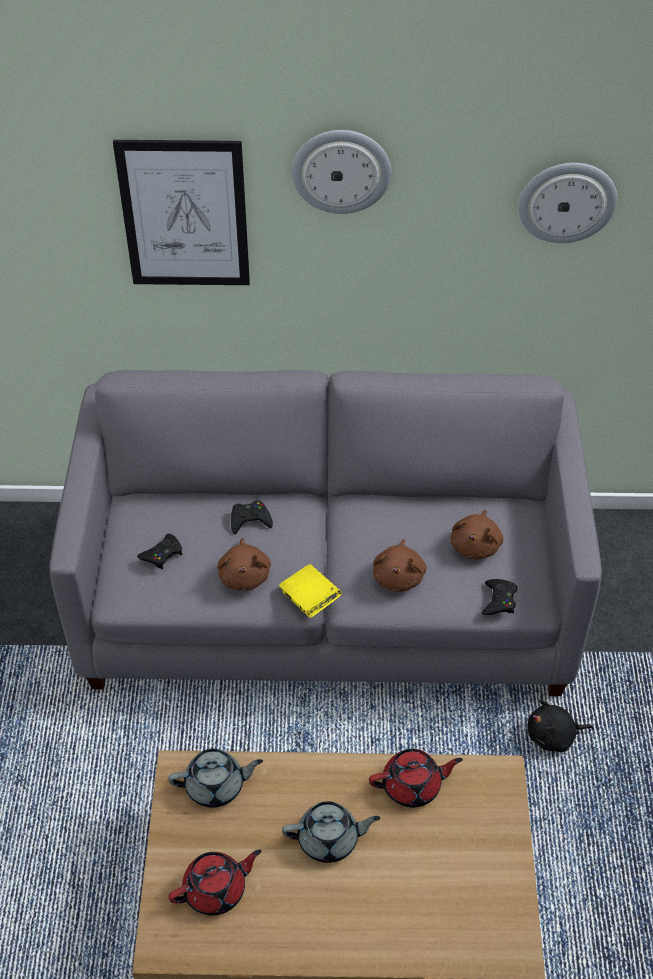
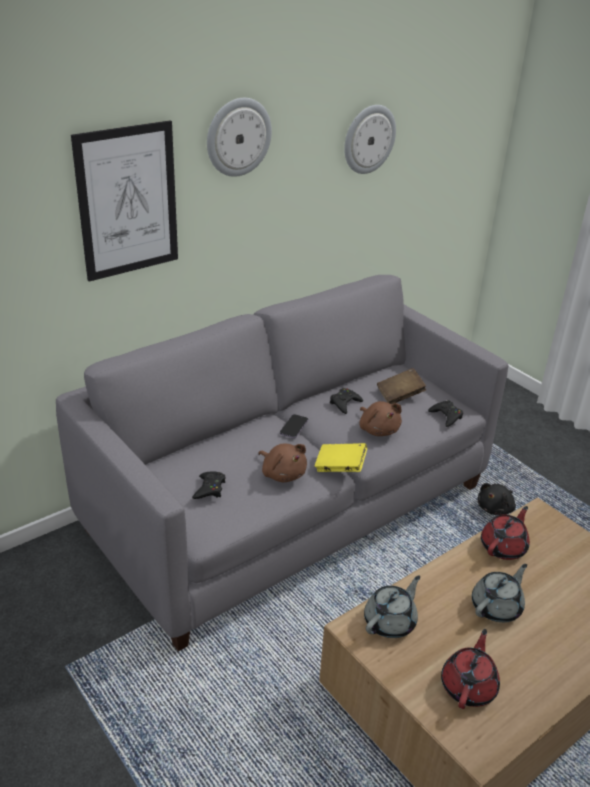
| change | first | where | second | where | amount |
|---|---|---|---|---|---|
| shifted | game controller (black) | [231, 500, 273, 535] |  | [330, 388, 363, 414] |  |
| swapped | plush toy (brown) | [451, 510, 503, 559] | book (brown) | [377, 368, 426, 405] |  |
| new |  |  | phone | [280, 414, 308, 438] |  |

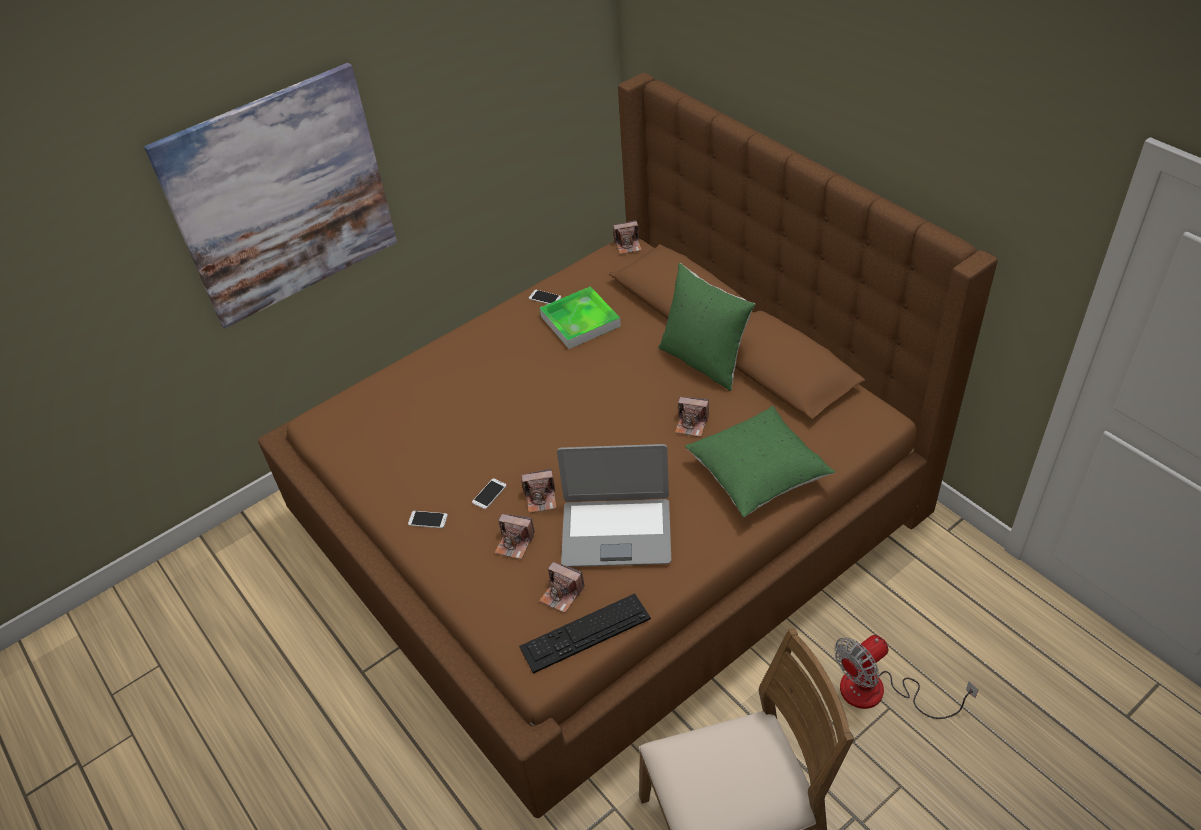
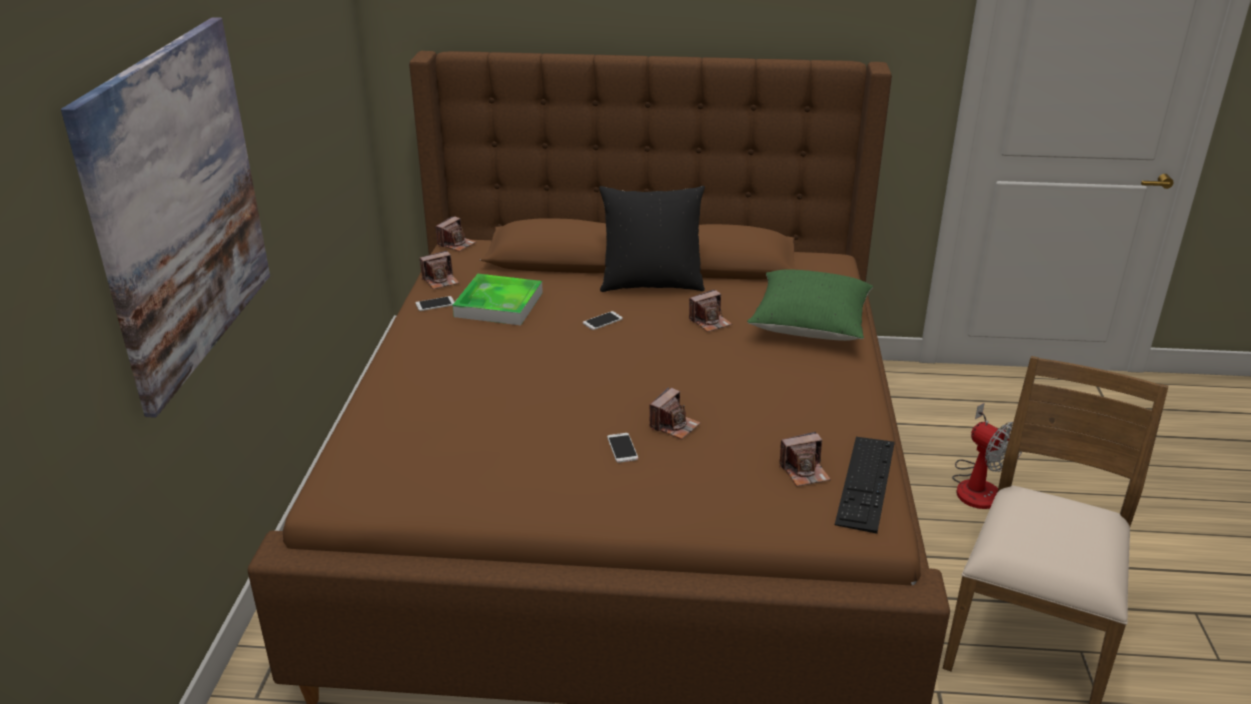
| change | first | where | second | where | amount |
|---|---|---|---|---|---|
| shifted | phone | [408, 511, 448, 528] |  | [583, 311, 623, 330] |  |
| shifted | photo camera | [494, 514, 535, 560] |  | [420, 251, 459, 289] |  |
| gone | laptop | [557, 444, 671, 567] |  |  |  |
| repainted | pillow (green) | [659, 263, 755, 391] | pillow (black) | [599, 186, 705, 292] |  |
| rotated | fan | [834, 635, 979, 719] |  | [952, 403, 1022, 509] | 45 degrees counterclockwise |

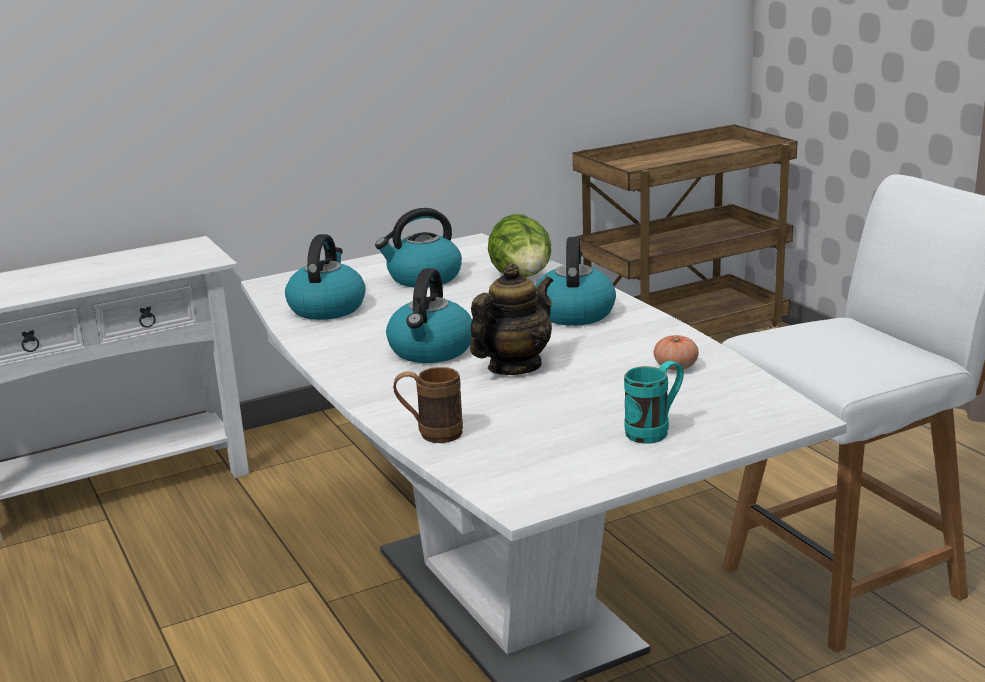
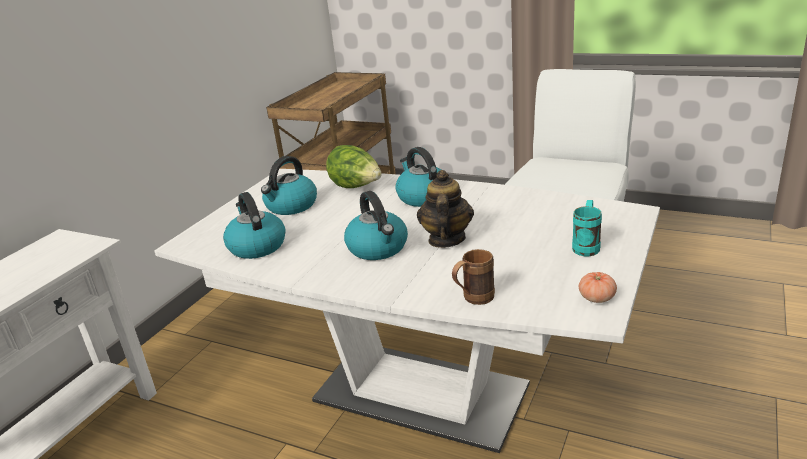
| change | first | where | second | where | amount |
|---|---|---|---|---|---|
| shifted | tomato | [654, 335, 699, 371] |  | [579, 272, 617, 303] |  |

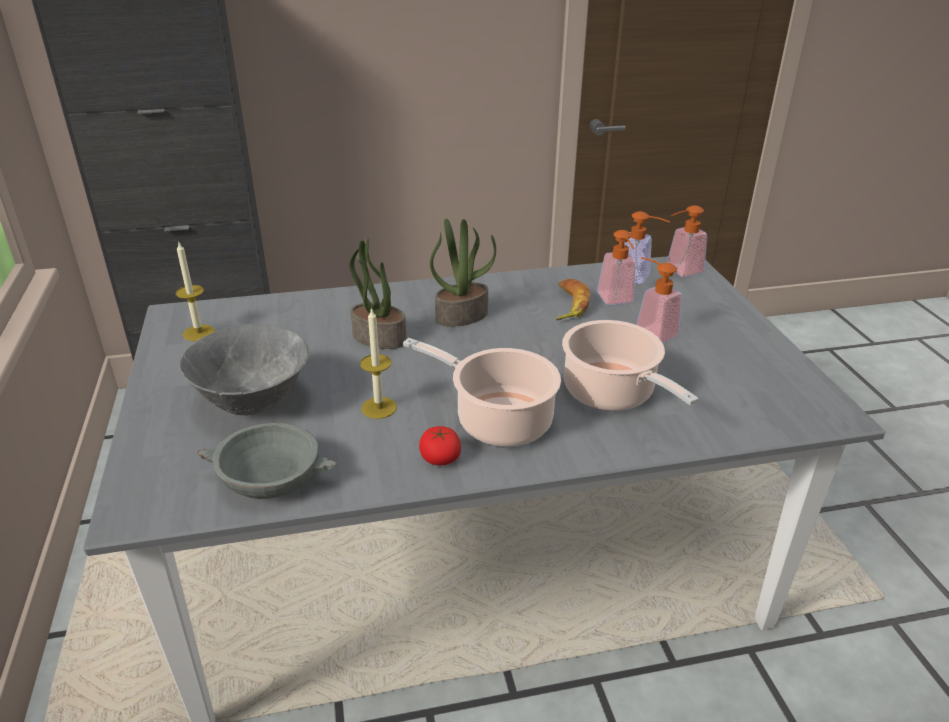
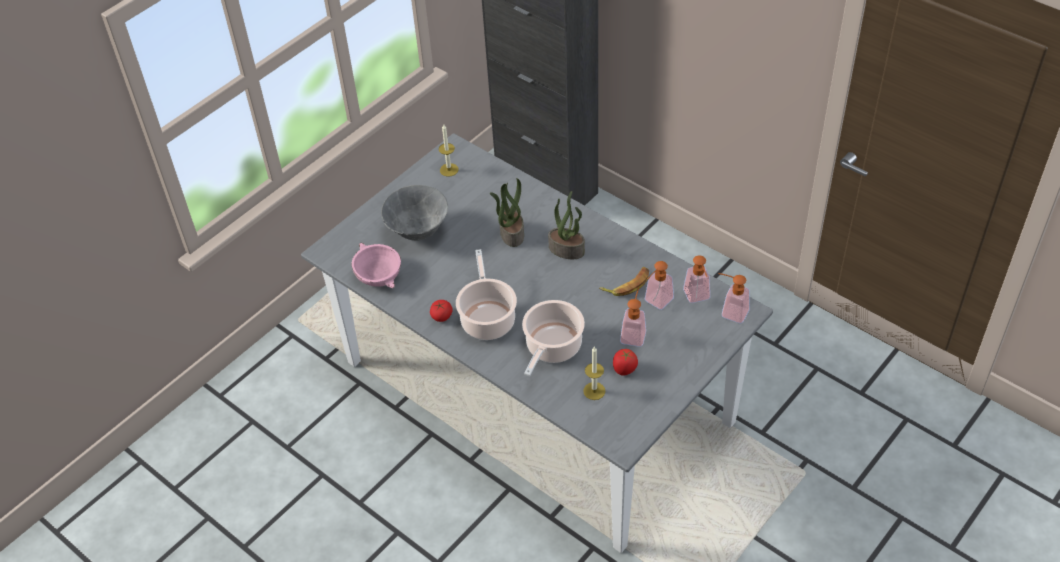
| change | first | where | second | where | amount |
|---|---|---|---|---|---|
| repainted | bowl (grey) | [197, 423, 337, 499] | bowl (pink) | [352, 243, 401, 288] |  |
| shifted | candle | [360, 307, 397, 419] |  | [583, 346, 606, 400] |  |
| new |  |  | tomato | [613, 349, 638, 376] |  |

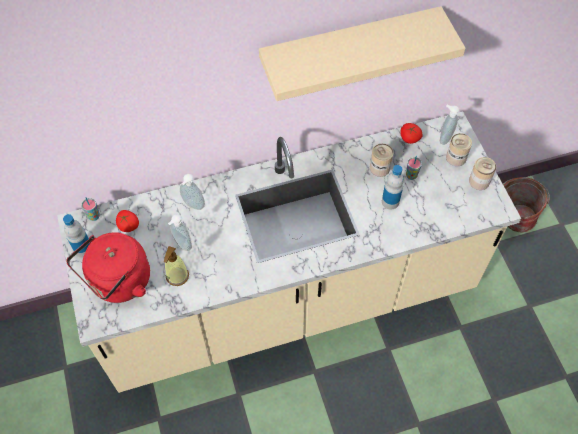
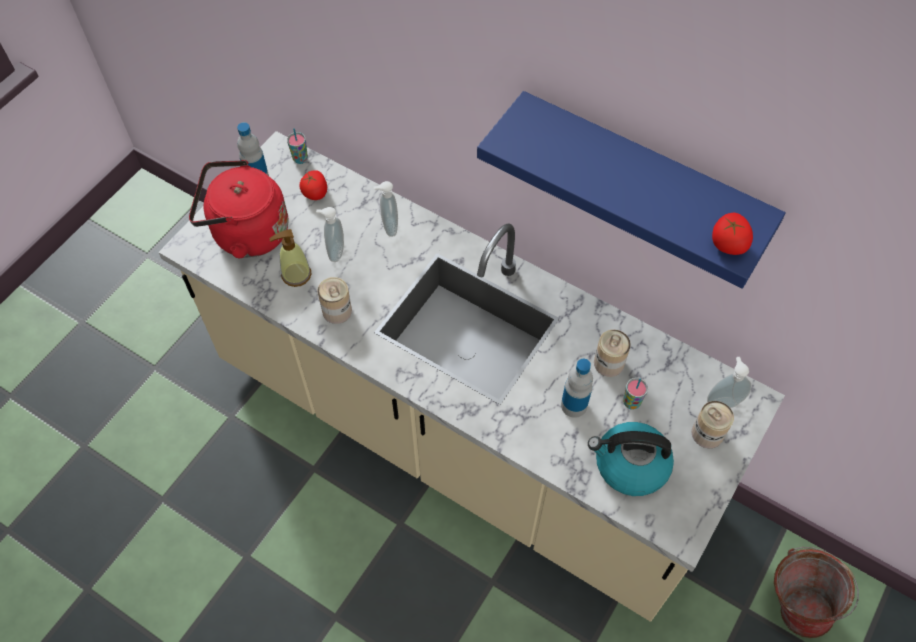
| change | first | where | second | where | amount |
|---|---|---|---|---|---|
| repainted | shelf (beige) | [259, 6, 466, 101] | shelf (blue) | [477, 91, 786, 289] |  |
| shifted | tomato | [400, 123, 423, 144] |  | [712, 213, 753, 255] |  |
| shifted | can | [469, 157, 496, 190] |  | [317, 277, 352, 324] |  |
| new |  |  | kettle | [588, 422, 674, 496] |  |

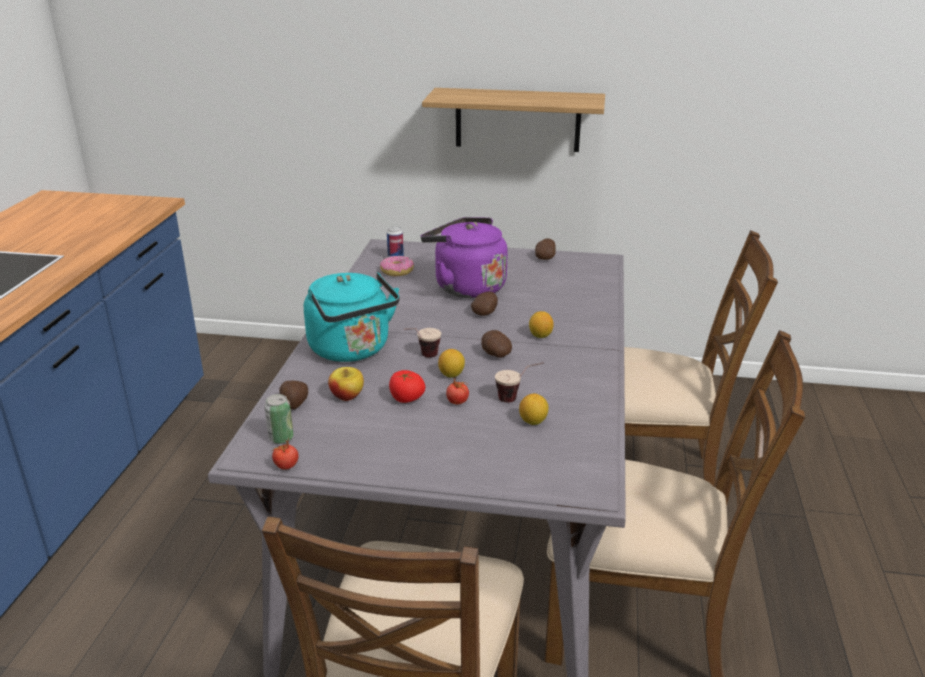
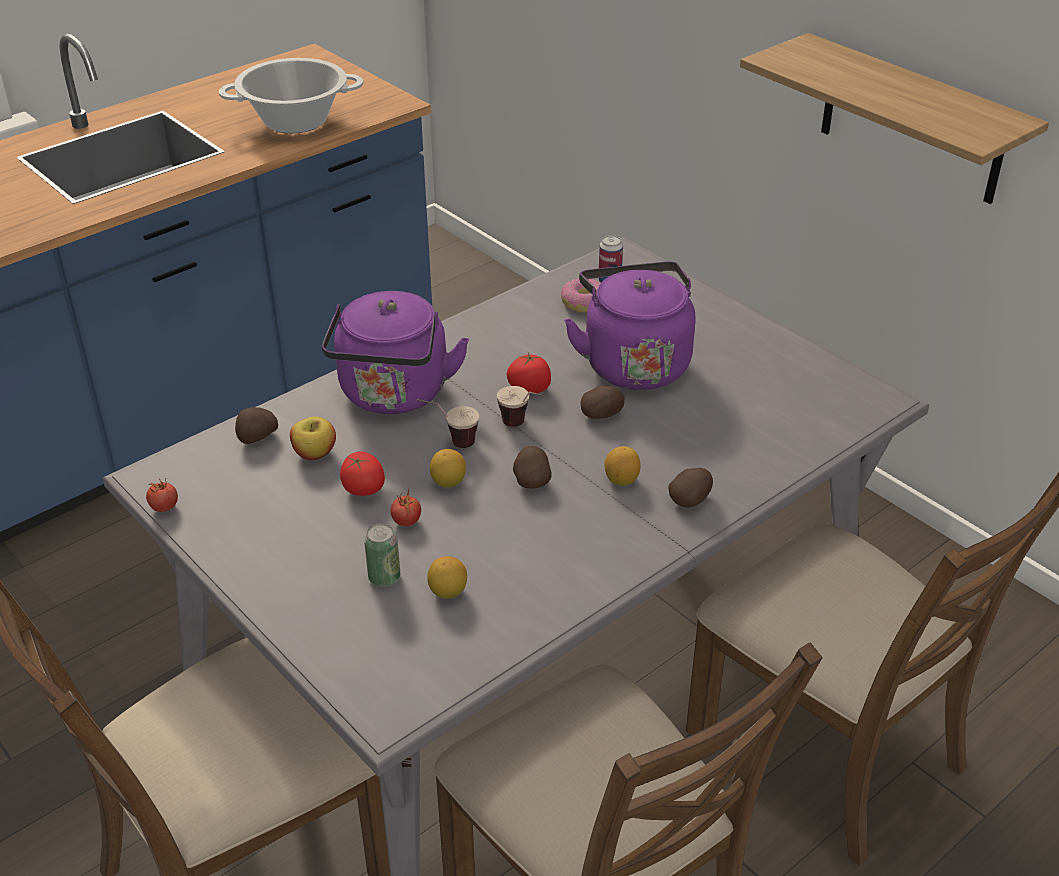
| change | first | where | second | where | amount |
|---|---|---|---|---|---|
| shifted | can | [264, 394, 293, 444] |  | [364, 523, 400, 587] |  |
| repainted | kettle (turquoise) | [304, 273, 400, 362] | kettle (purple) | [322, 291, 469, 414] |  |
| shifted | cup | [495, 362, 544, 403] |  | [497, 386, 544, 427] |  |
| shifted | potato | [535, 238, 556, 260] |  | [668, 468, 713, 507] |  |
| new |  |  | cooking pot | [219, 58, 364, 133] |  |
| new |  |  | tomato | [507, 352, 551, 393] |  |

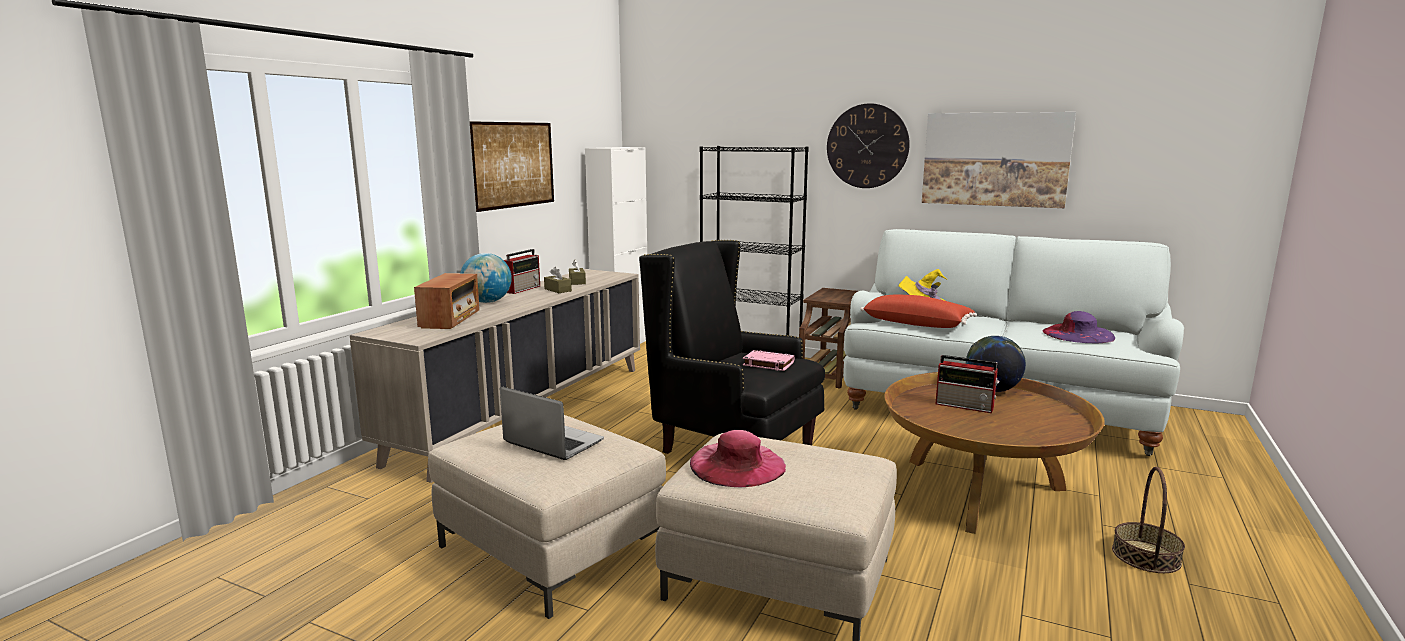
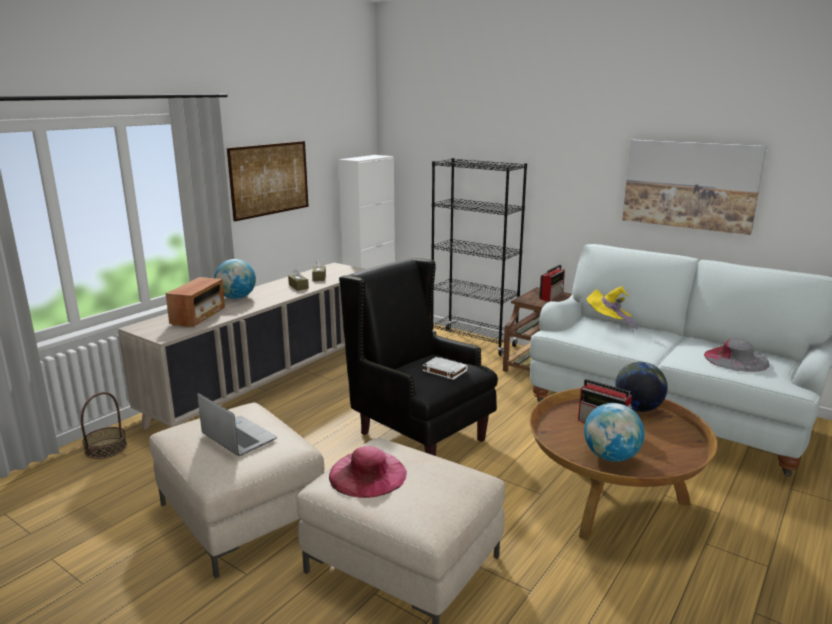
| change | first | where | second | where | amount |
|---|---|---|---|---|---|
| shifted | radio | [504, 249, 540, 294] |  | [539, 265, 565, 301] |  |
| repainted | book (pink) | [743, 350, 794, 371] | book (white) | [423, 357, 468, 380] |  |
| gone | wall clock | [827, 103, 910, 188] |  |  |  |
| gone | pillow (red) | [860, 295, 977, 328] |  |  |  |
| repainted | hat (purple) | [1043, 311, 1115, 343] | hat (grey) | [704, 338, 770, 372] |  |
| shifted | basket | [1112, 467, 1185, 573] |  | [81, 392, 127, 459] |  |
| new |  |  | globe | [584, 403, 645, 462] |  |

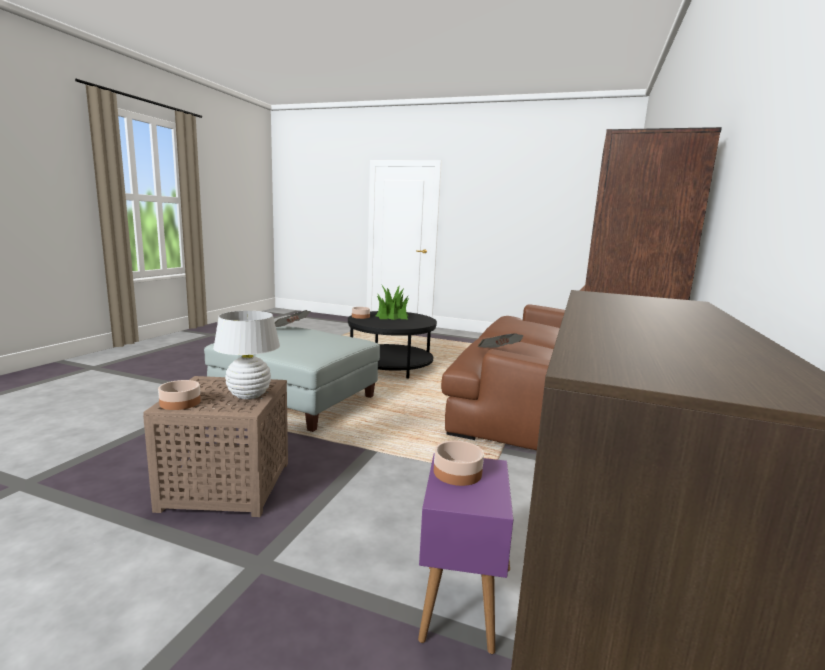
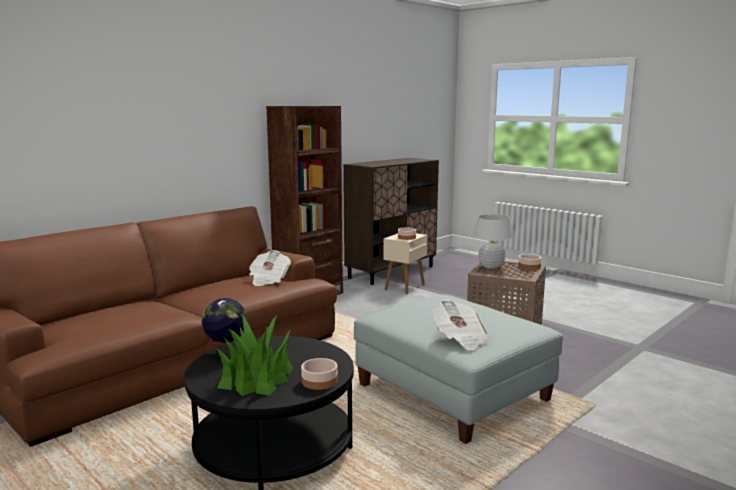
| change | first | where | second | where | amount |
|---|---|---|---|---|---|
| repainted | side table (purple) | [418, 453, 513, 654] | side table (beige) | [383, 233, 427, 294] |  |
| new |  |  | globe | [201, 298, 248, 357] |  |

